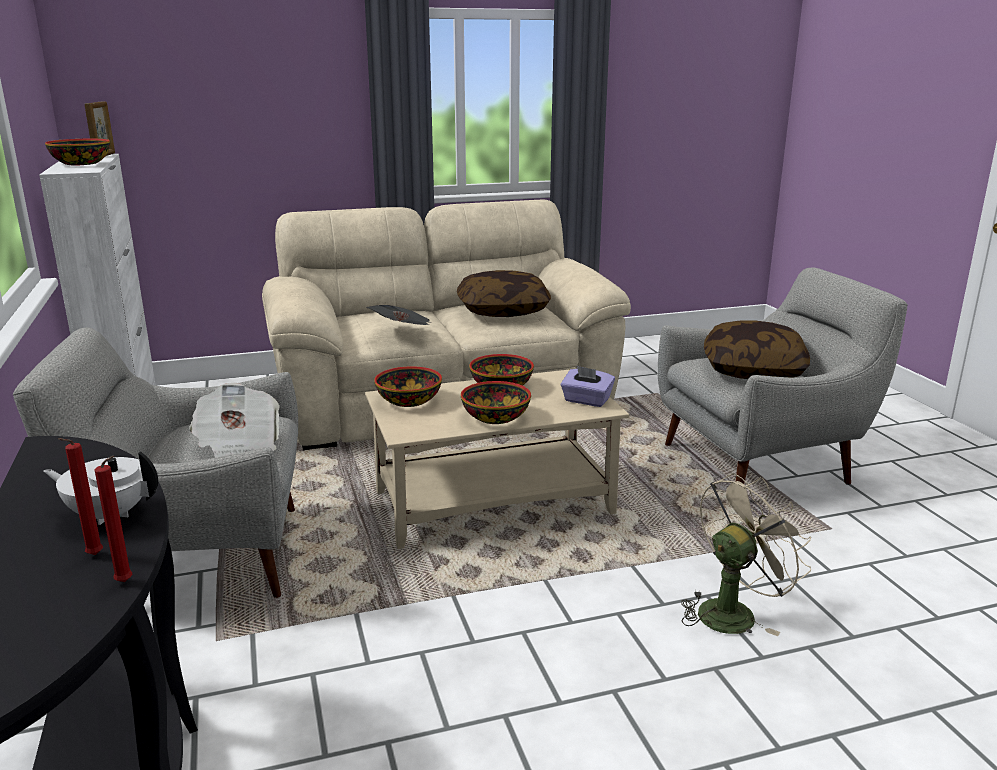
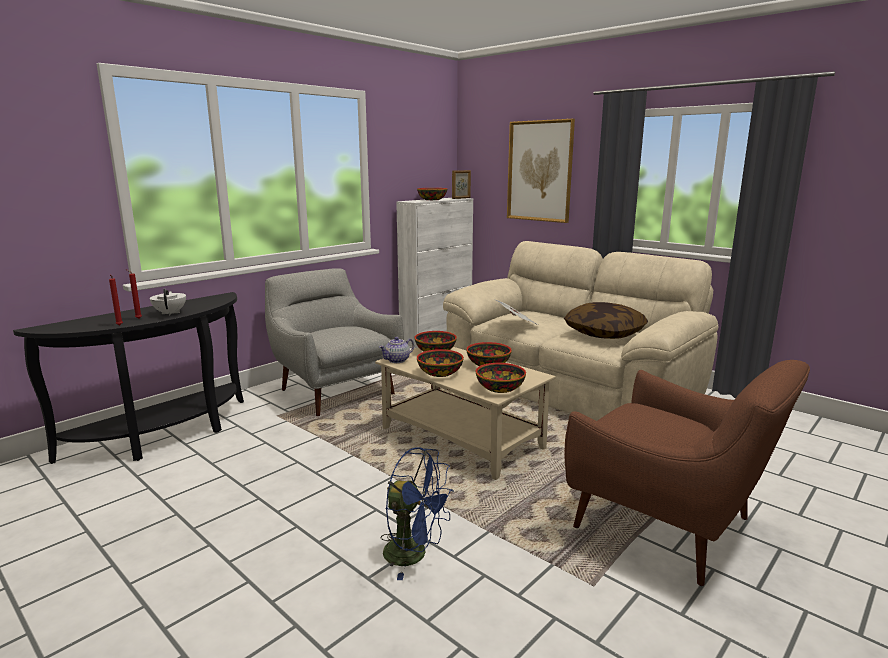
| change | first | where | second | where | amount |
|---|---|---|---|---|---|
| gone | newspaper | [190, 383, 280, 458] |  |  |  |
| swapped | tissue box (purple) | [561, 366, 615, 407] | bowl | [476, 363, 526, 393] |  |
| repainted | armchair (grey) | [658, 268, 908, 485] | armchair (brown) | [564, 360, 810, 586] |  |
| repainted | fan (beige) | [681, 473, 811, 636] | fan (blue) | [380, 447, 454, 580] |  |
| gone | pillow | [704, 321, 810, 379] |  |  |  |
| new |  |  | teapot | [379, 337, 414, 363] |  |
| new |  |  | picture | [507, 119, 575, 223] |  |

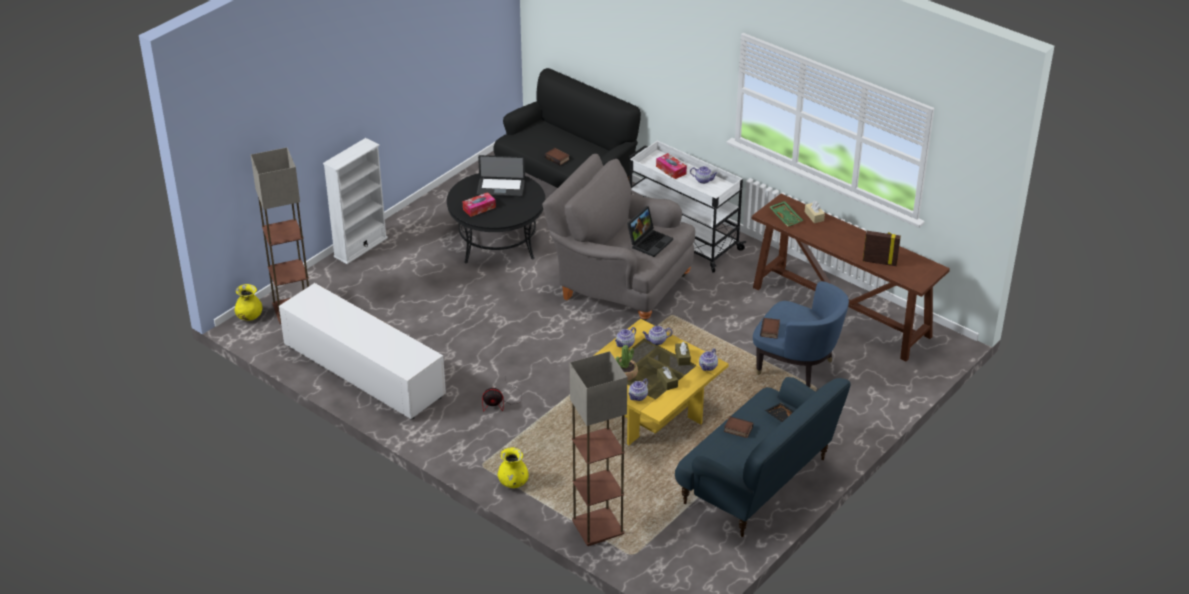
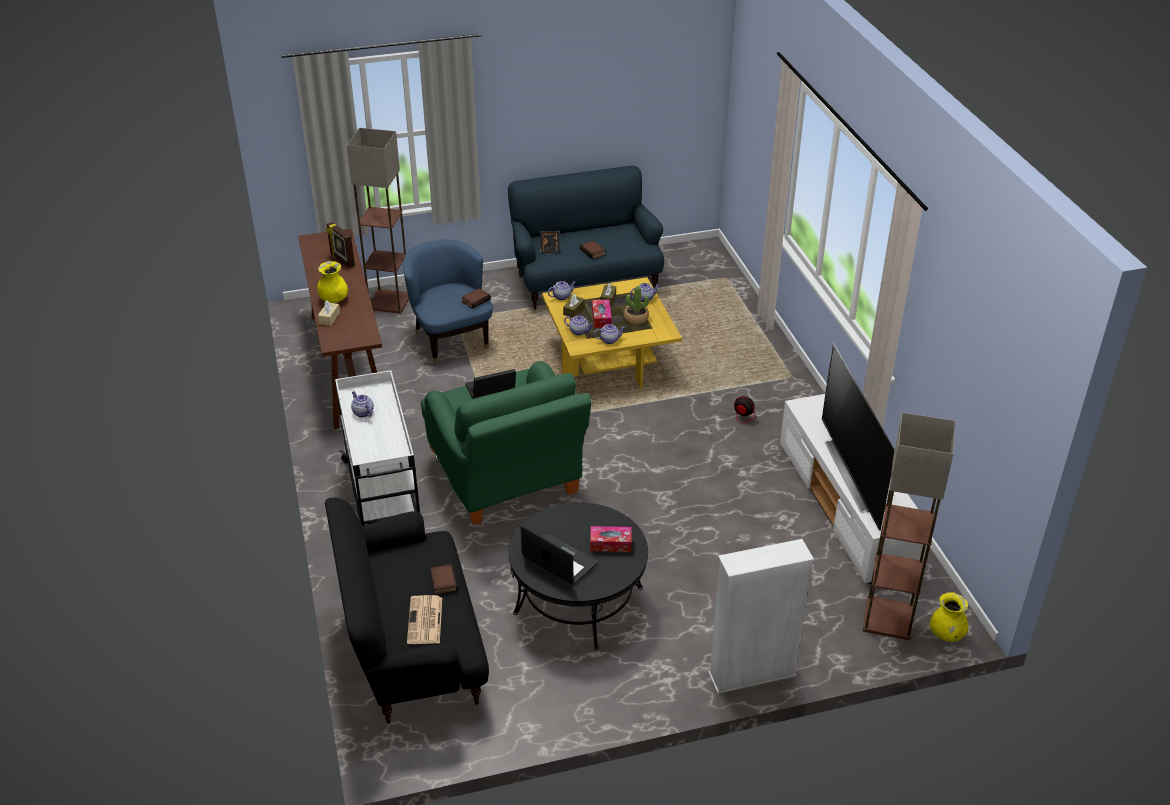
| change | first | where | second | where | amount |
|---|---|---|---|---|---|
| shifted | vase (yellow) | [498, 447, 529, 488] |  | [317, 261, 348, 303] |  |
| repainted | armchair (grey) | [542, 154, 695, 321] | armchair (green) | [421, 361, 591, 525] |  |
| shifted | floor lamp | [570, 351, 627, 546] |  | [346, 128, 409, 314] |  |
| shifted | tissue box | [656, 153, 687, 179] |  | [592, 300, 612, 328] |  |
| gone | tray (green) | [770, 201, 804, 227] |  |  |  |
| new |  |  | newspaper | [407, 595, 442, 644] |  |
| new |  |  | television | [822, 343, 895, 531] |  |

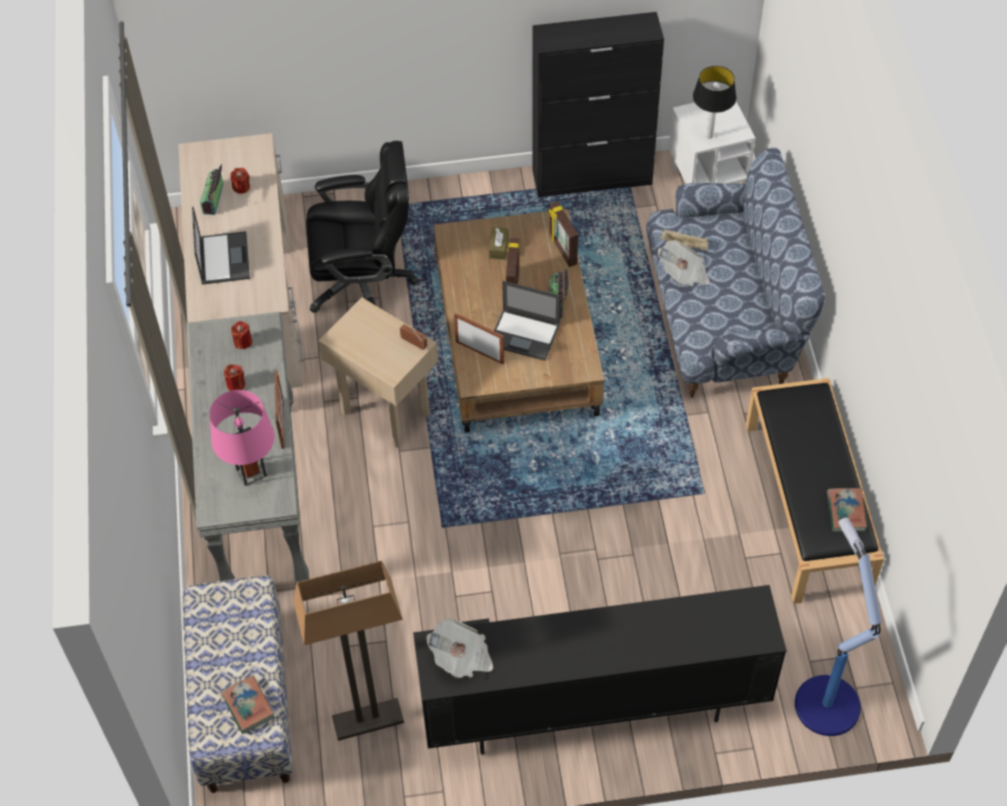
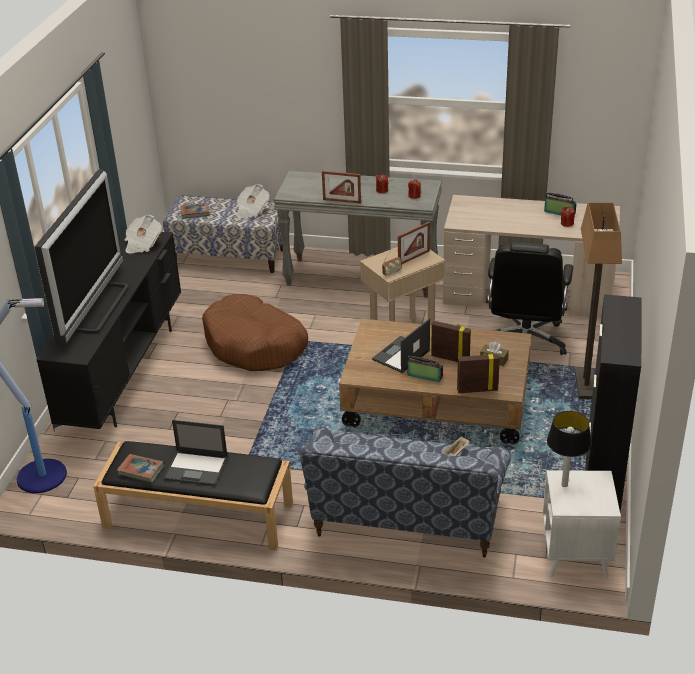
| change | first | where | second | where | amount |
|---|---|---|---|---|---|
| shifted | laptop | [192, 207, 250, 285] |  | [164, 420, 228, 486] |  |
| gone | table lamp (pink) | [209, 390, 275, 486] |  |  |  |
| shifted | floor lamp | [294, 561, 404, 741] |  | [574, 203, 622, 399] |  |
| shifted | picture frame | [454, 313, 504, 364] |  | [398, 222, 430, 264] |  |
| shifted | newspaper | [658, 240, 710, 286] |  | [236, 184, 270, 218] |  |
| new |  |  | television | [34, 169, 129, 346] |  |
| new |  |  | dog bed (brown) | [202, 294, 308, 371] |  |

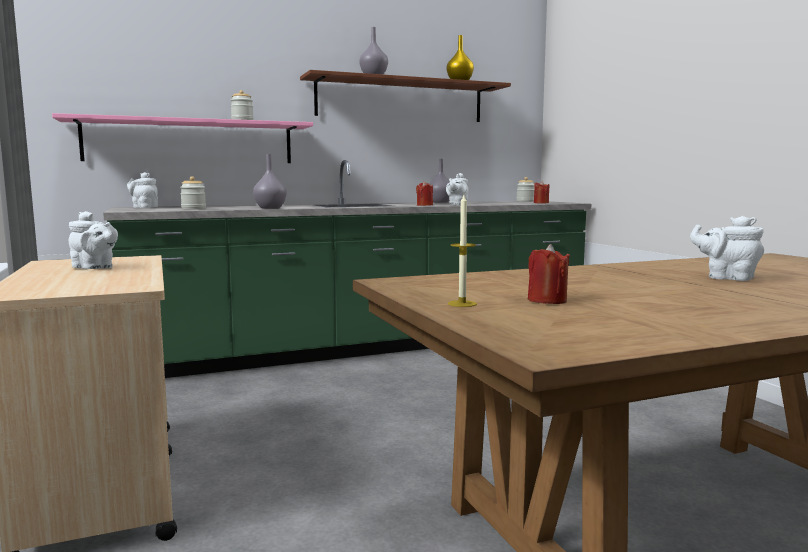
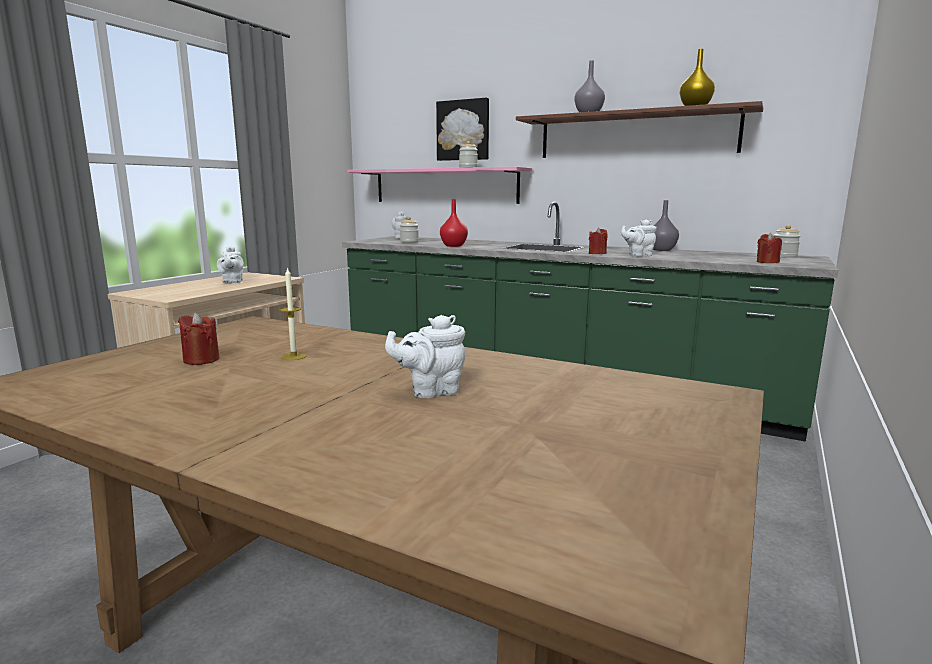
| change | first | where | second | where | amount |
|---|---|---|---|---|---|
| repainted | vase (grey) | [253, 154, 287, 209] | vase (red) | [440, 199, 468, 247] |  |
| shifted | candle | [448, 195, 477, 307] |  | [280, 267, 306, 360] |  |
| rotated | teapot (white) | [690, 216, 764, 281] |  | [385, 315, 466, 398] | 105 degrees counterclockwise |
| new |  |  | picture | [436, 98, 489, 161] |  |

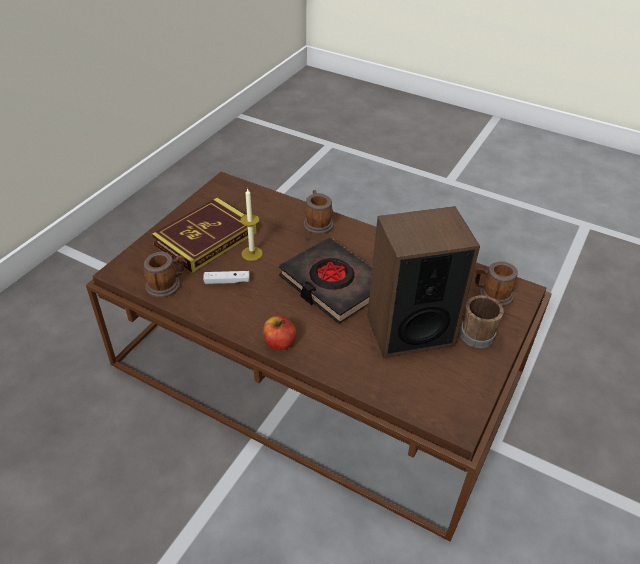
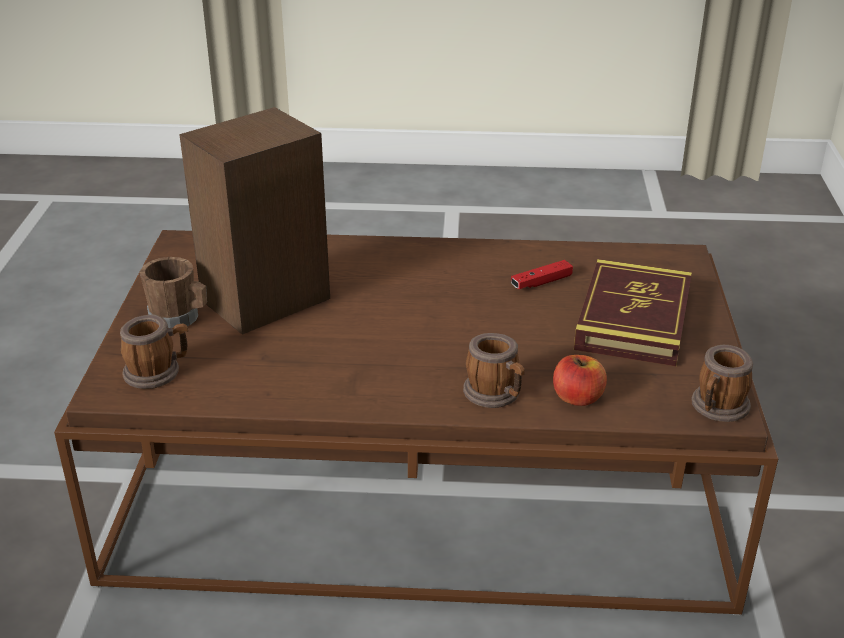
| change | first | where | second | where | amount |
|---|---|---|---|---|---|
| shifted | mug | [144, 251, 185, 298] |  | [691, 345, 753, 422] |  |
| repainted | game controller (white) | [203, 271, 250, 284] | game controller (red) | [511, 260, 573, 289] |  |
| gone | candle | [240, 189, 263, 261] |  |  |  |
| shifted | apple | [263, 316, 296, 350] |  | [553, 355, 607, 406] |  |
| gone | book (black) | [279, 237, 372, 324] |  |  |  |

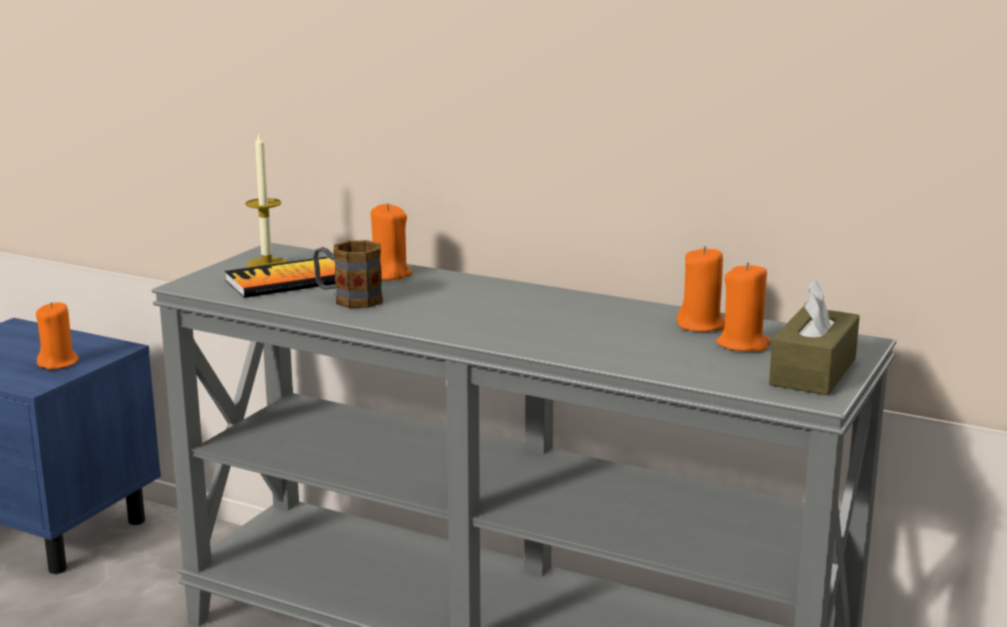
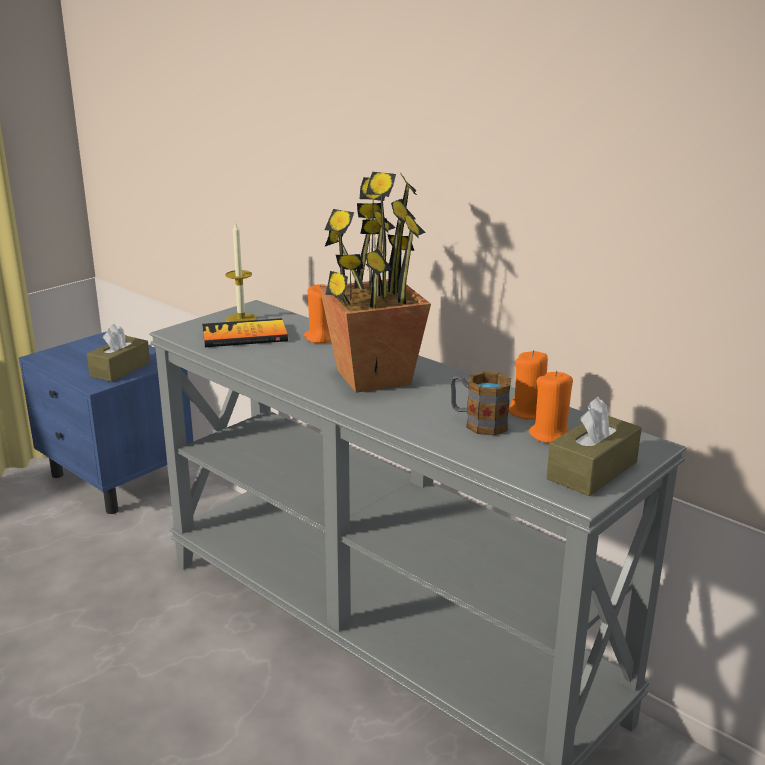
| change | first | where | second | where | amount |
|---|---|---|---|---|---|
| swapped | candle (orange) | [36, 302, 79, 370] | tissue box (brown) | [87, 324, 150, 382] |  |
| shifted | mug | [313, 240, 383, 308] |  | [451, 372, 511, 435] |  |
| new |  |  | potted plant | [320, 172, 431, 393] |  |

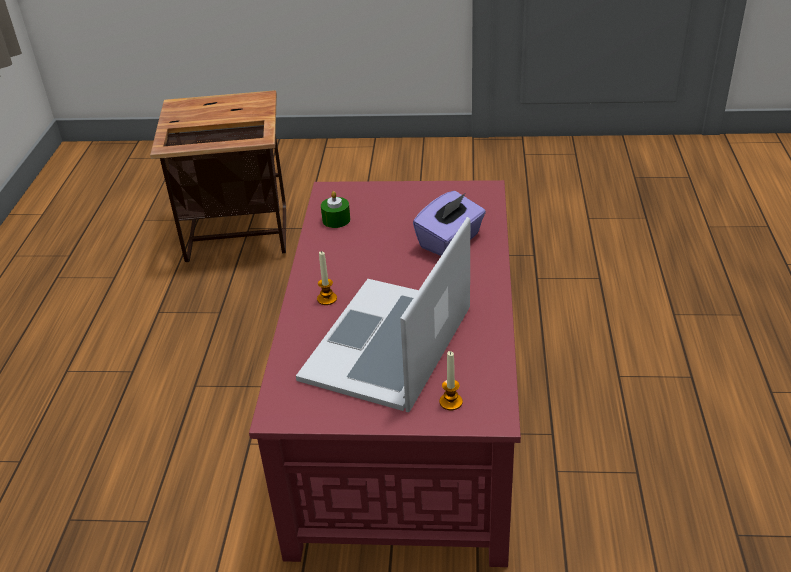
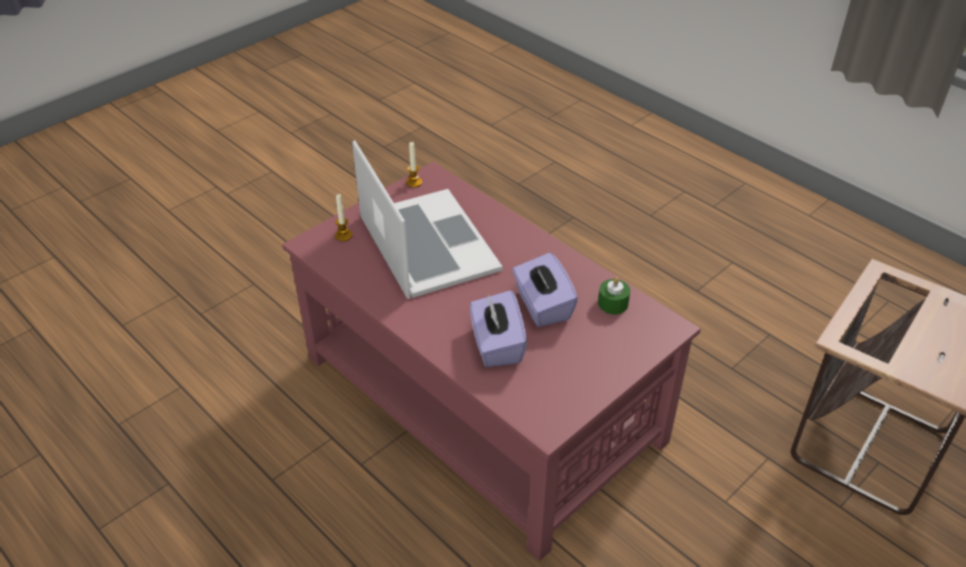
| change | first | where | second | where | amount |
|---|---|---|---|---|---|
| shifted | candle | [317, 251, 337, 305] |  | [406, 142, 422, 188] |  |
| new |  |  | tissue box (purple) | [512, 253, 578, 327] |  |

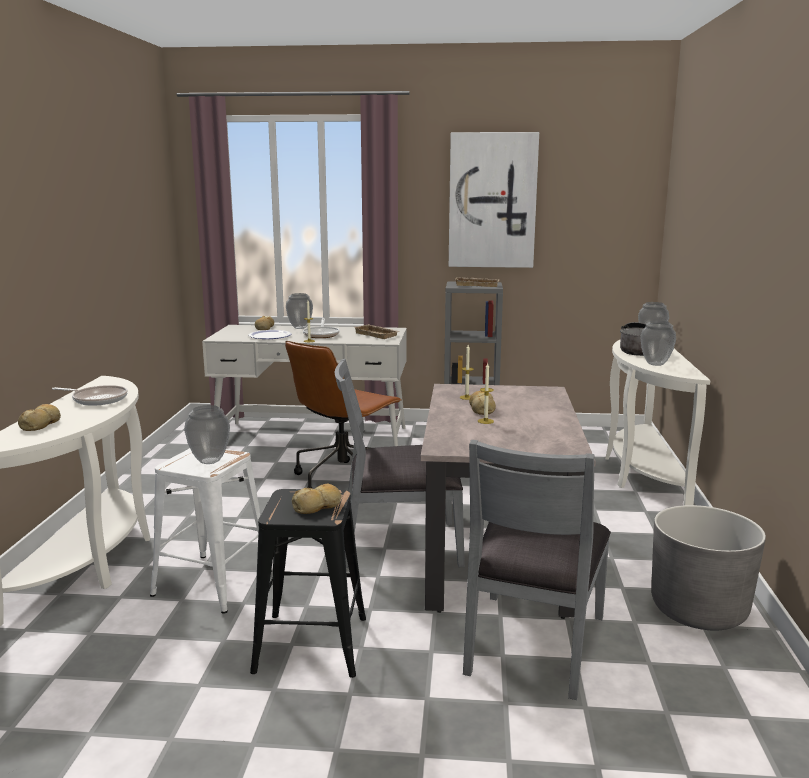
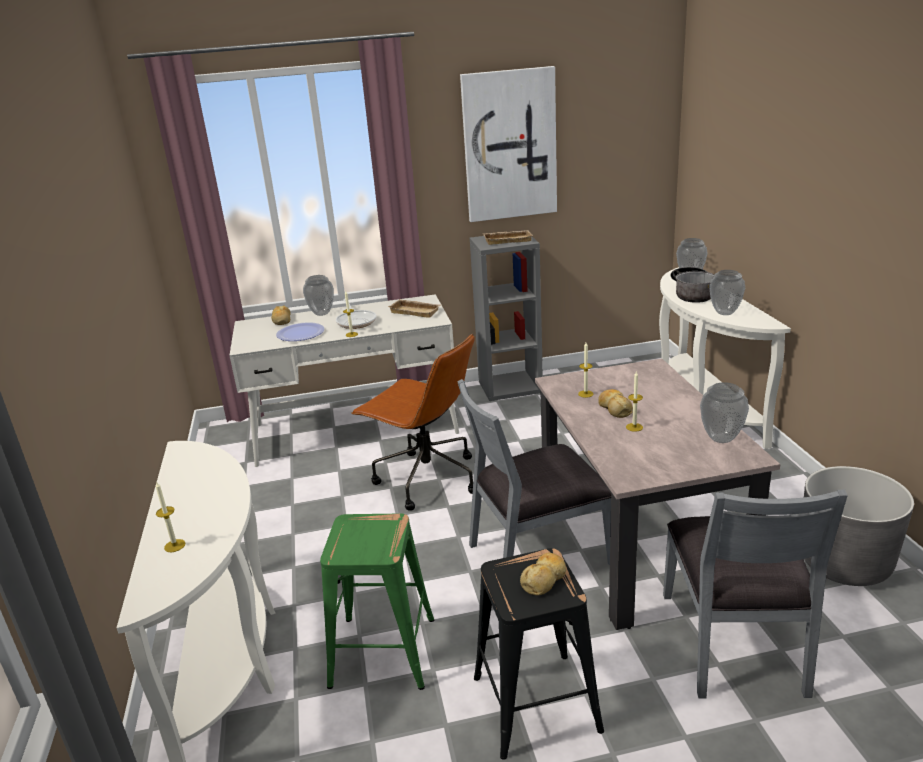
| change | first | where | second | where | amount |
|---|---|---|---|---|---|
| swapped | bread | [18, 404, 61, 431] | candle | [155, 481, 185, 552] |  |
| gone | frying pan | [52, 385, 128, 406] |  |  |  |
| repainted | stool (white) | [150, 448, 272, 614] | stool (green) | [320, 514, 434, 690] |  |
| shifted | vase | [184, 405, 230, 464] |  | [700, 382, 749, 443] |  |
| rotated | office chair (brown) | [285, 341, 402, 489] |  | [351, 333, 475, 511] | 75 degrees counterclockwise |

